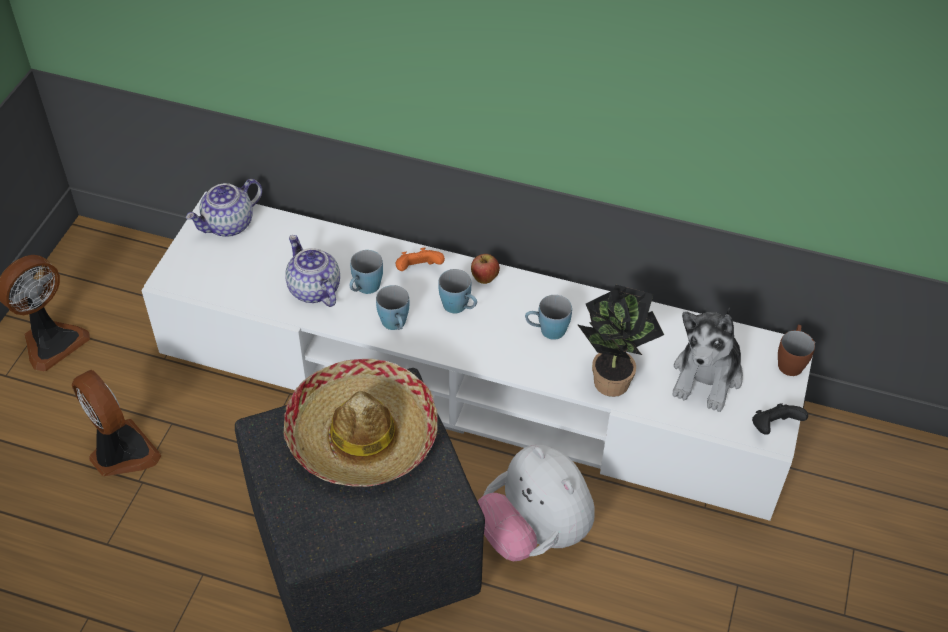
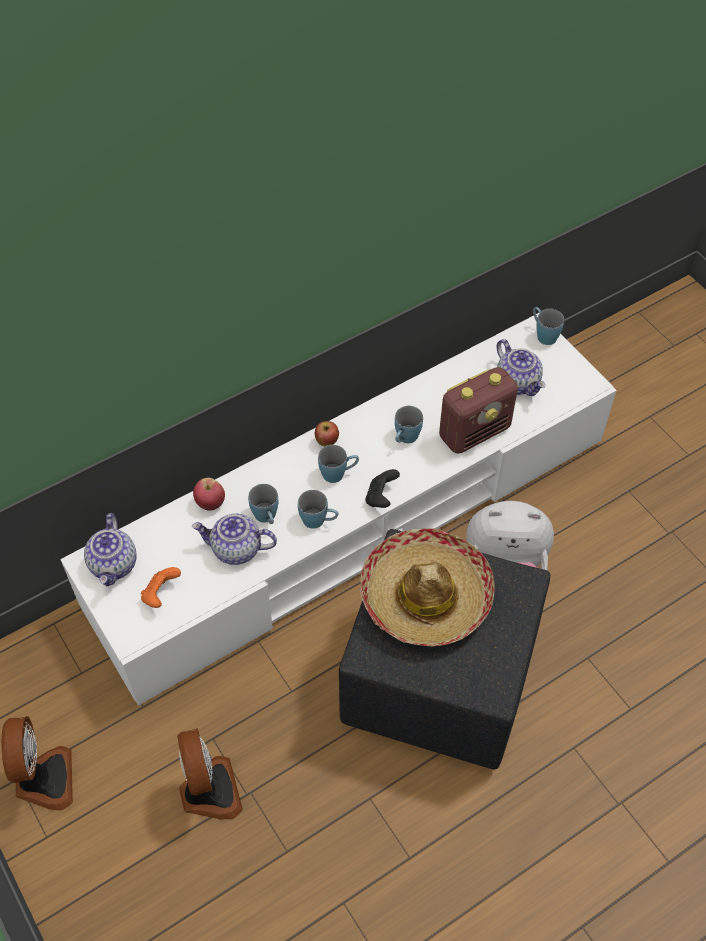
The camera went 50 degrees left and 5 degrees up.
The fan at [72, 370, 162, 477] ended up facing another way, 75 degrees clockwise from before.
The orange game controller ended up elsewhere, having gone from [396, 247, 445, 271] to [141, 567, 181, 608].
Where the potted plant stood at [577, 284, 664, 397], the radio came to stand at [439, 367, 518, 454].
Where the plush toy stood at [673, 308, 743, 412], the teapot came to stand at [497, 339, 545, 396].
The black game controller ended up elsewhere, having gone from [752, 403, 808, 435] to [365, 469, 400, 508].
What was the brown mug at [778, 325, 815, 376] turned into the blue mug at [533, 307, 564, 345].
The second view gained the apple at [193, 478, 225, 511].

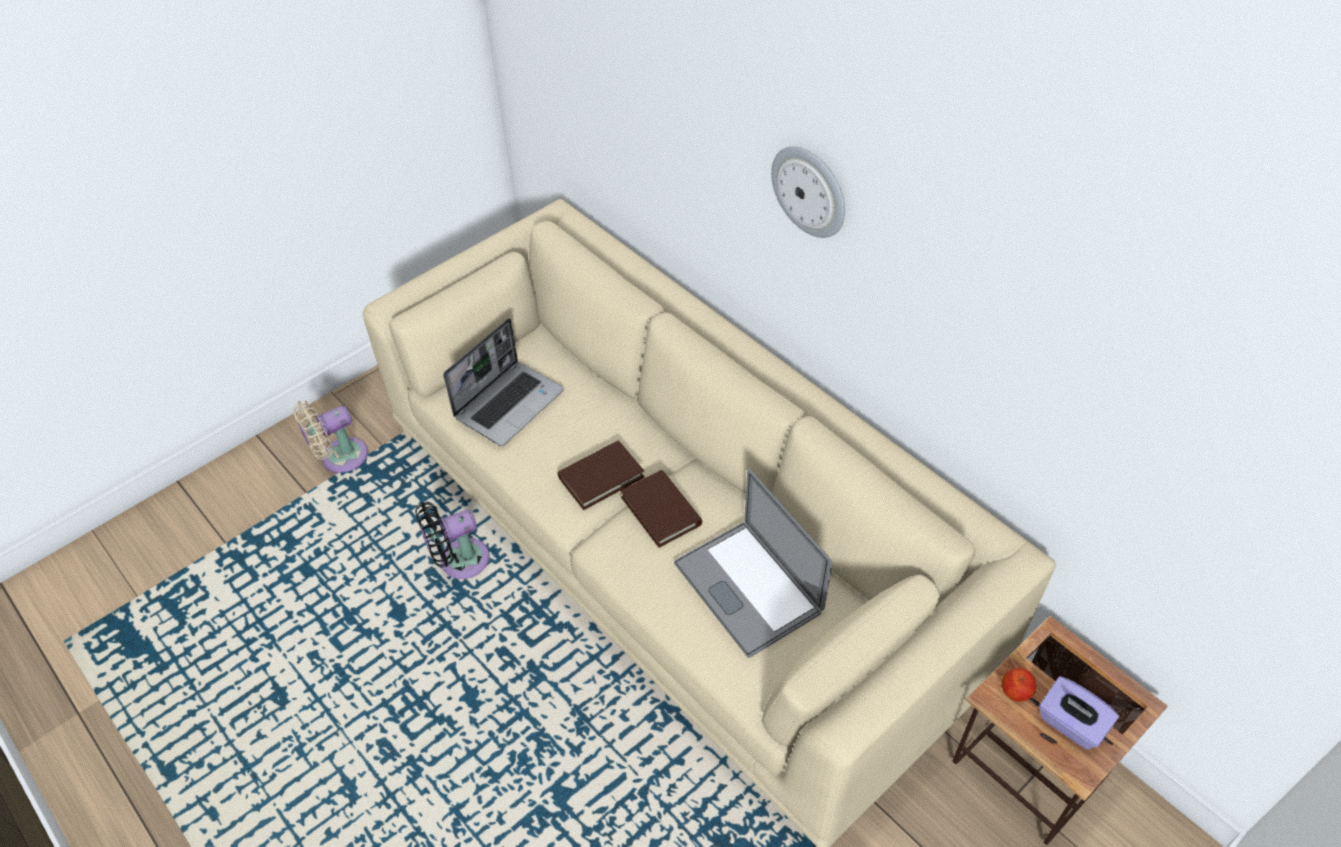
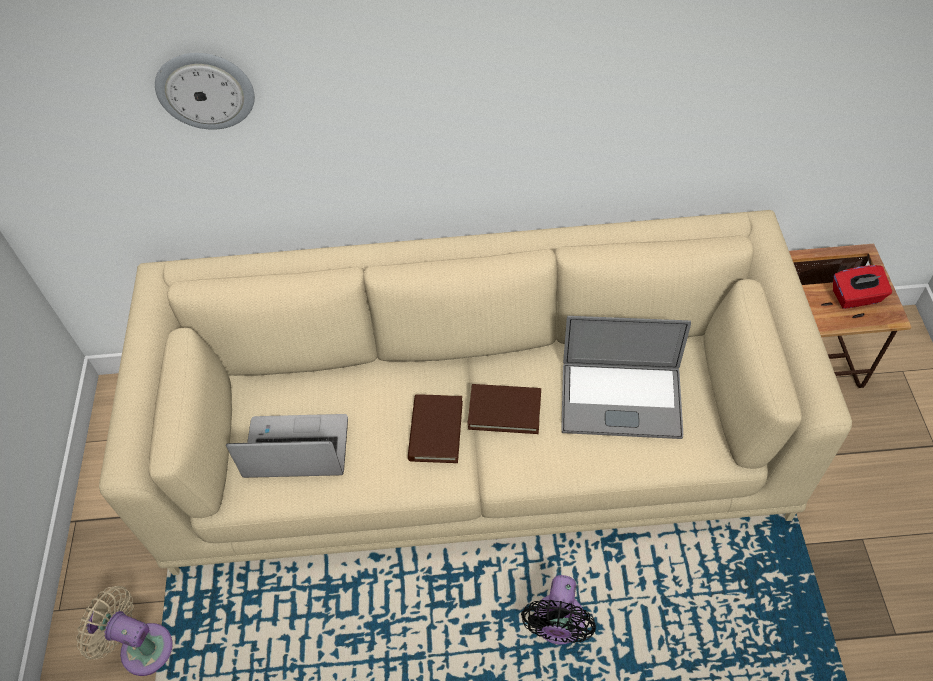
The camera went 50 degrees left and 5 degrees up.
The beige fan at [293, 401, 369, 473] ended up facing another way, 105 degrees clockwise from before.
The black fan ended up elsewhere, having gone from [415, 502, 490, 579] to [521, 575, 596, 645].
The laptop at [443, 318, 564, 446] ended up facing another way, 75 degrees counterclockwise from before.
The wall clock ended up elsewhere, having gone from [771, 146, 845, 238] to [155, 53, 255, 130].
The second view lost the apple at [1002, 668, 1036, 701].
What was the purple tissue box at [1039, 676, 1119, 750] turned into the red tissue box at [833, 265, 892, 309].

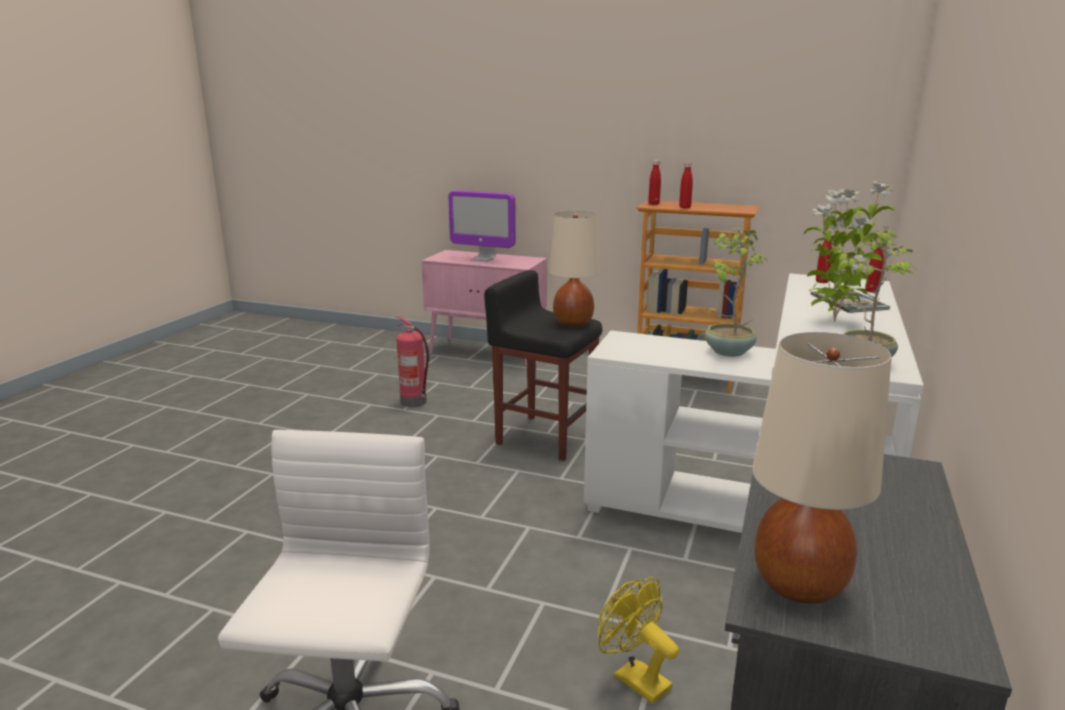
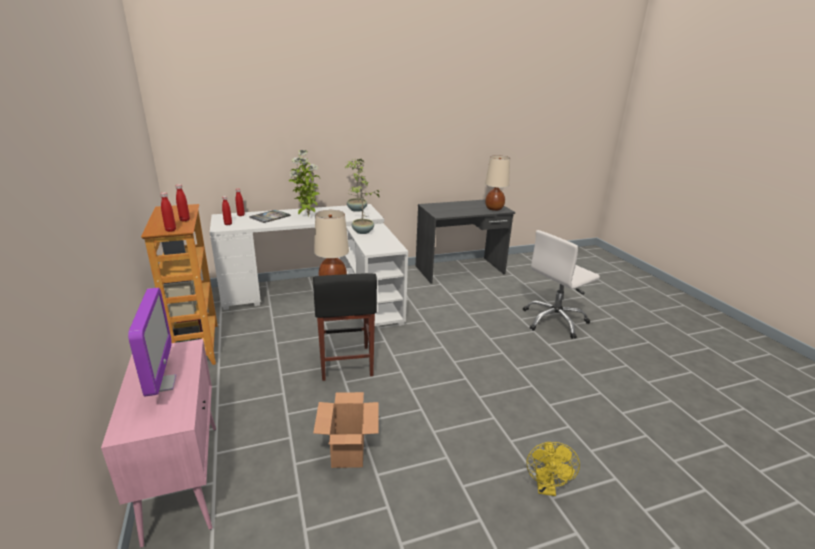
The camera went 130 degrees left and 5 degrees up.
Where the fire extinguisher stood at [395, 316, 429, 407], the cardboard box came to stand at [313, 392, 379, 468].
The yellow fan ended up elsewhere, having gone from [598, 577, 679, 704] to [527, 442, 580, 496].

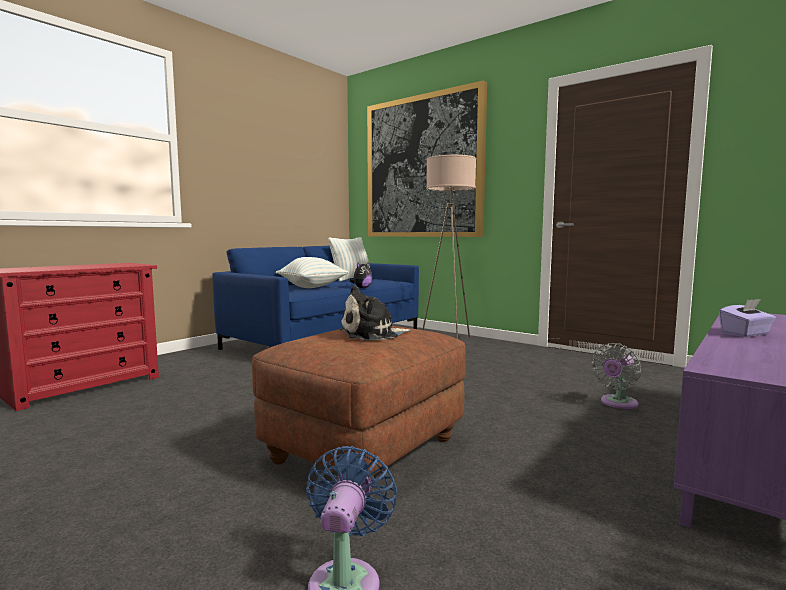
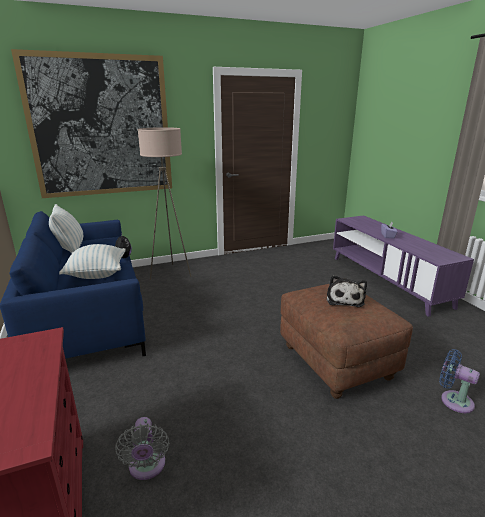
The camera went 60 degrees left and 15 degrees up.
The grey fan ended up elsewhere, having gone from [591, 343, 641, 409] to [115, 417, 169, 480].

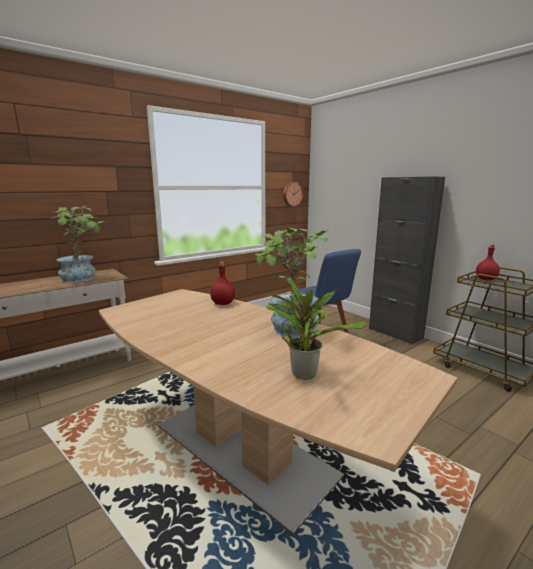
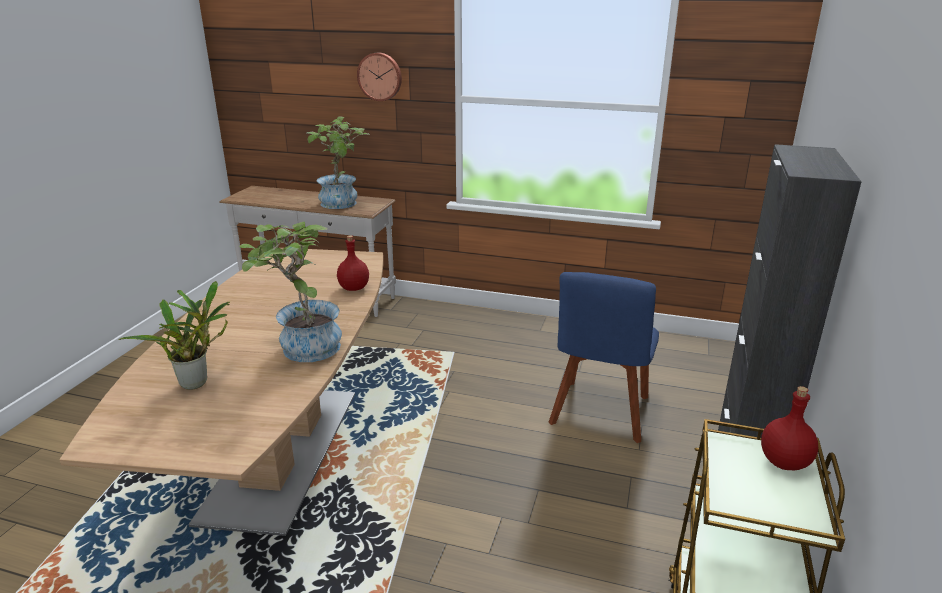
The camera went 55 degrees right and 10 degrees up.
The wall clock ended up elsewhere, having gone from [283, 181, 304, 207] to [357, 53, 402, 101].

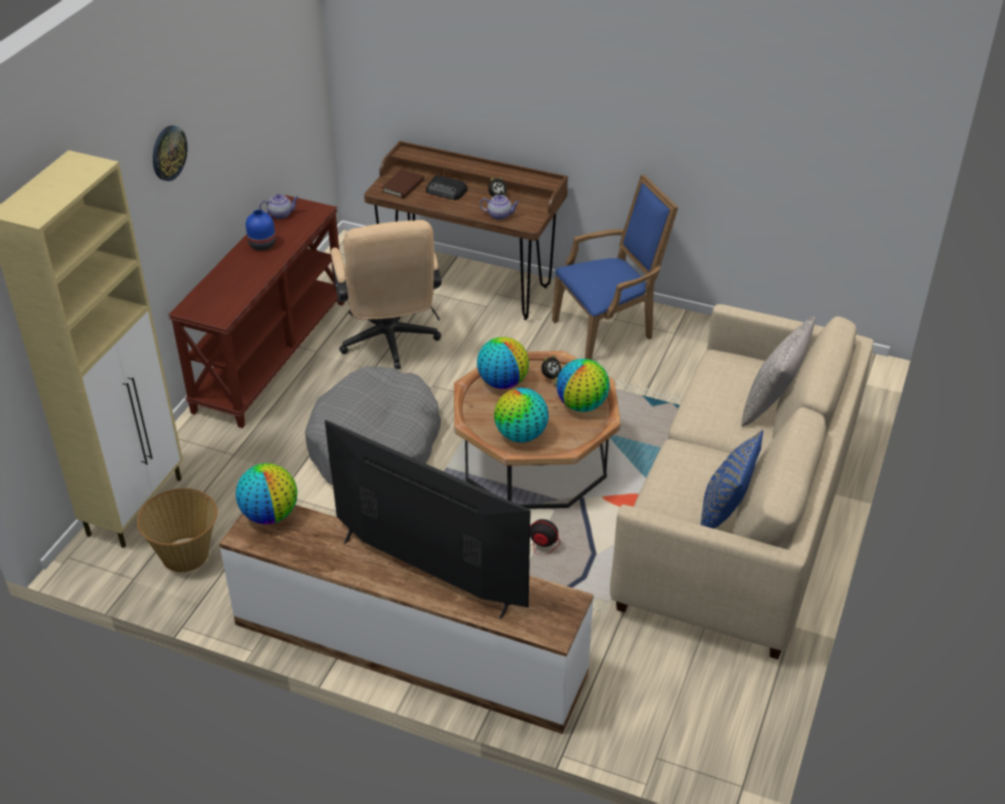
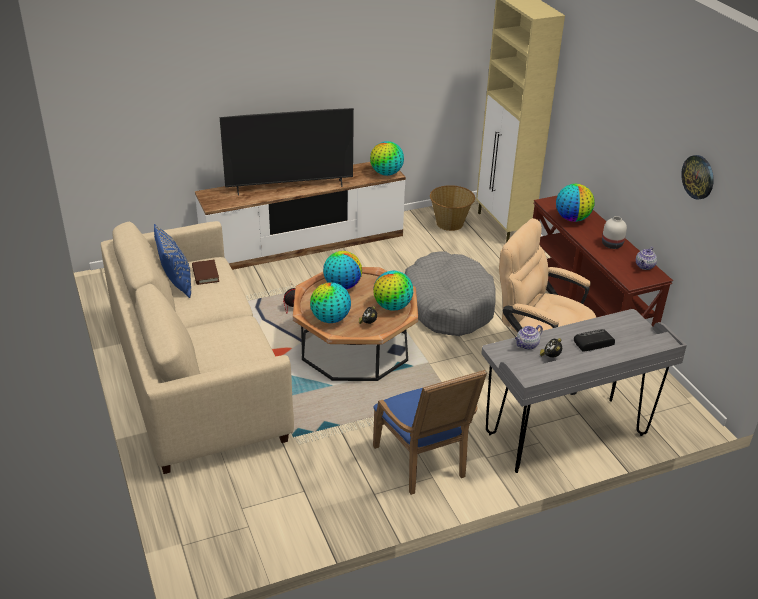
The camera went 135 degrees right and 5 degrees down.
The wall clock ended up elsewhere, having gone from [153, 126, 187, 181] to [681, 155, 714, 200].
What was the blue vase at [246, 210, 276, 251] turned into the white vase at [602, 216, 627, 249].
What was the brown desk at [364, 141, 568, 320] turned into the grey desk at [481, 309, 687, 473].
The brown book ended up elsewhere, having gone from [381, 169, 424, 199] to [192, 260, 219, 285].
The blue armchair at [552, 175, 678, 360] ended up facing another way, 45 degrees counterclockwise from before.
The second view lost the grey pillow at [741, 316, 816, 427].
The second view gained the globe at [556, 184, 595, 222].

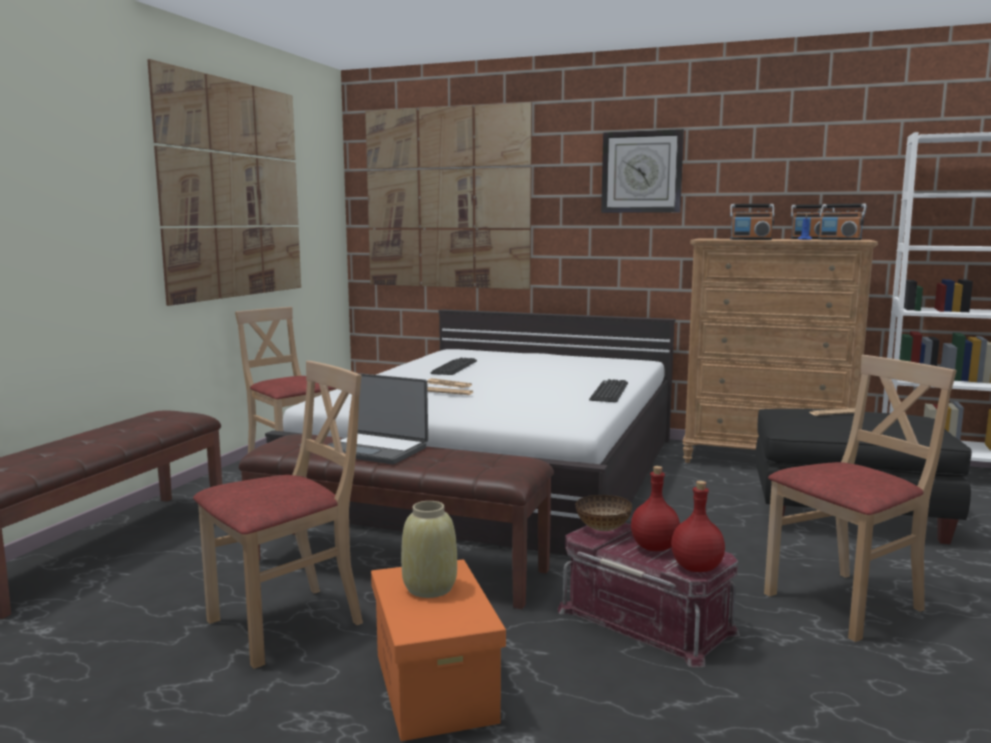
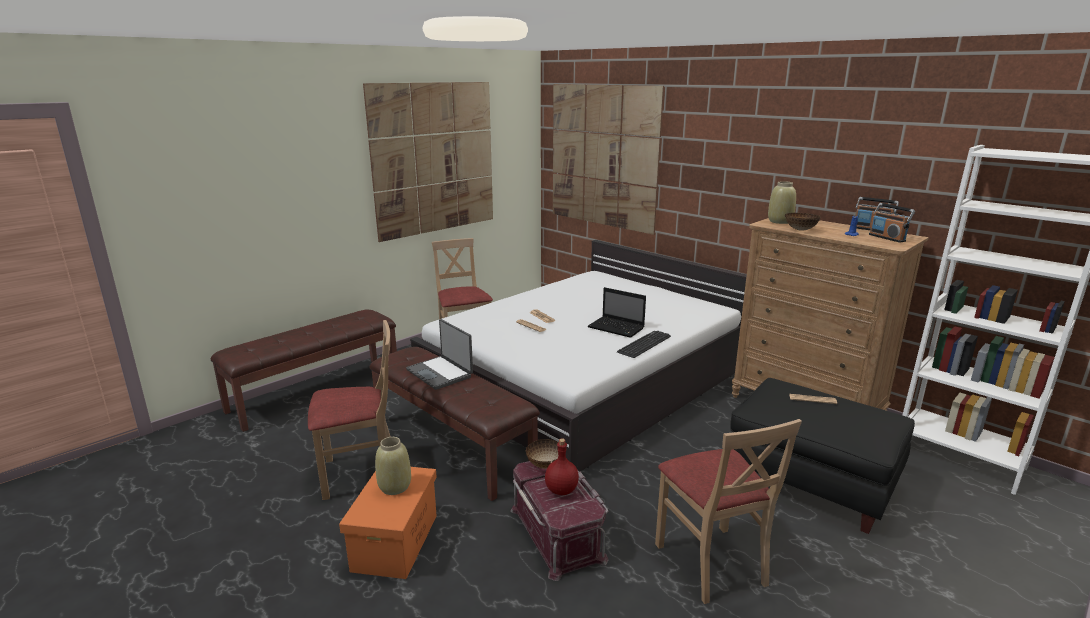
The camera went 25 degrees right and 10 degrees up.
The second view lost the keyboard at [431, 358, 477, 375].
The second view lost the wall clock at [601, 129, 684, 213].
The second view lost the red bottle at [671, 481, 725, 572].
Where the radio stood at [730, 204, 775, 240], the bowl came to stand at [785, 213, 820, 231].
The beige chair at [764, 355, 957, 642] ended up facing another way, 75 degrees clockwise from before.
The second view gained the laptop at [588, 287, 646, 338].
The second view gained the beige vase at [768, 181, 796, 224].

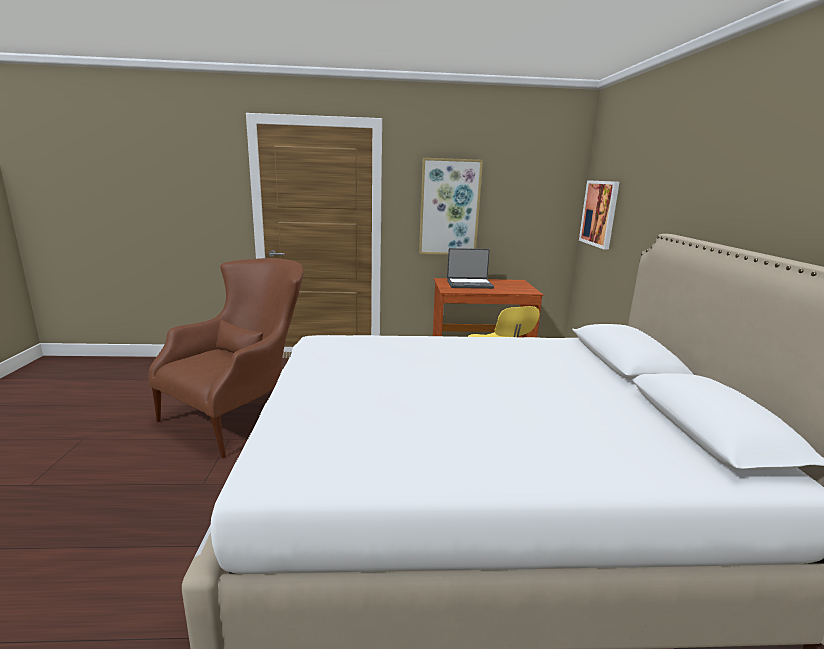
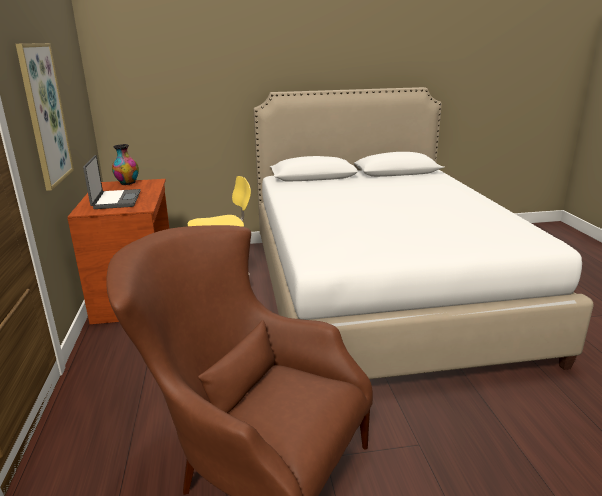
The camera went 95 degrees left and 5 degrees up.
The second view lost the picture at [579, 180, 619, 250].
The second view gained the vase at [112, 144, 139, 185].

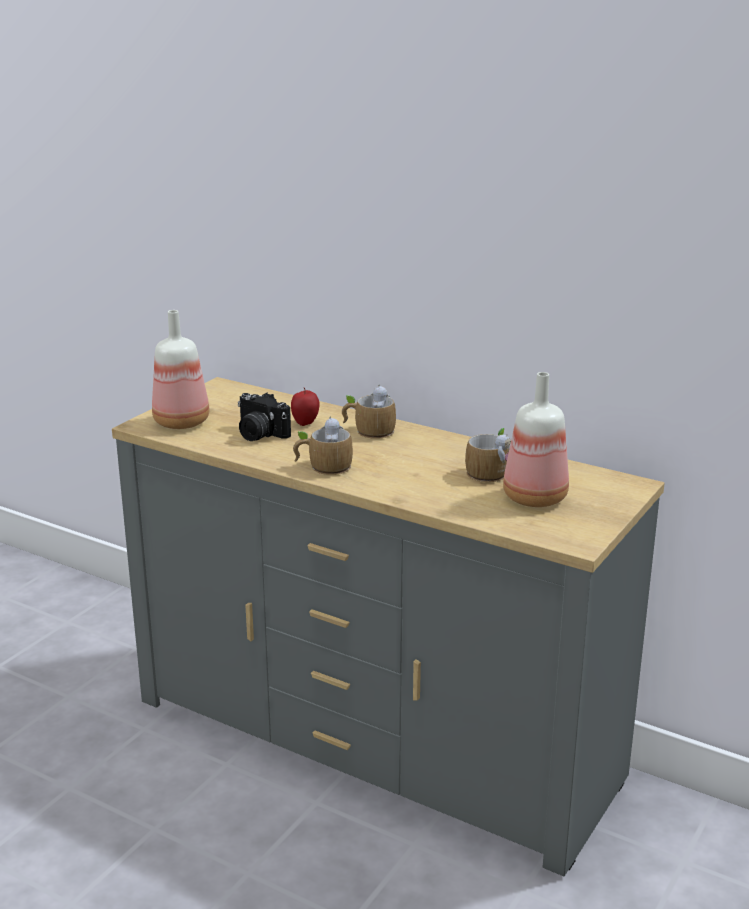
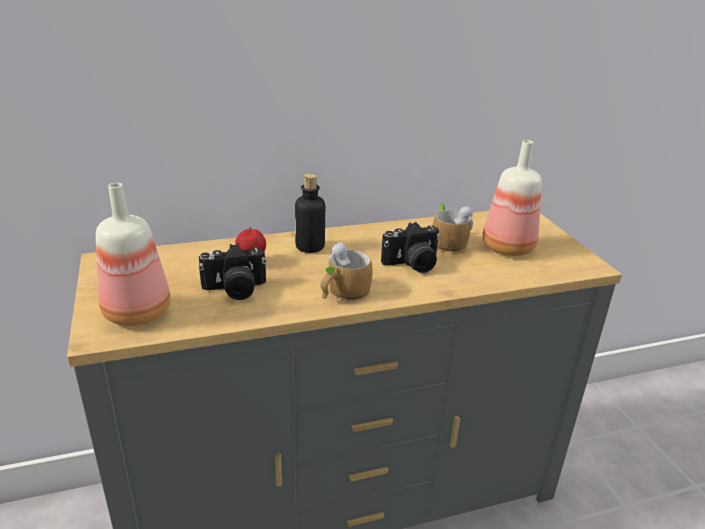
The camera went 50 degrees left and 5 degrees up.
Where the mug stood at [342, 385, 396, 439], the bottle came to stand at [295, 174, 325, 253].
The second view gained the photo camera at [381, 222, 440, 273].

